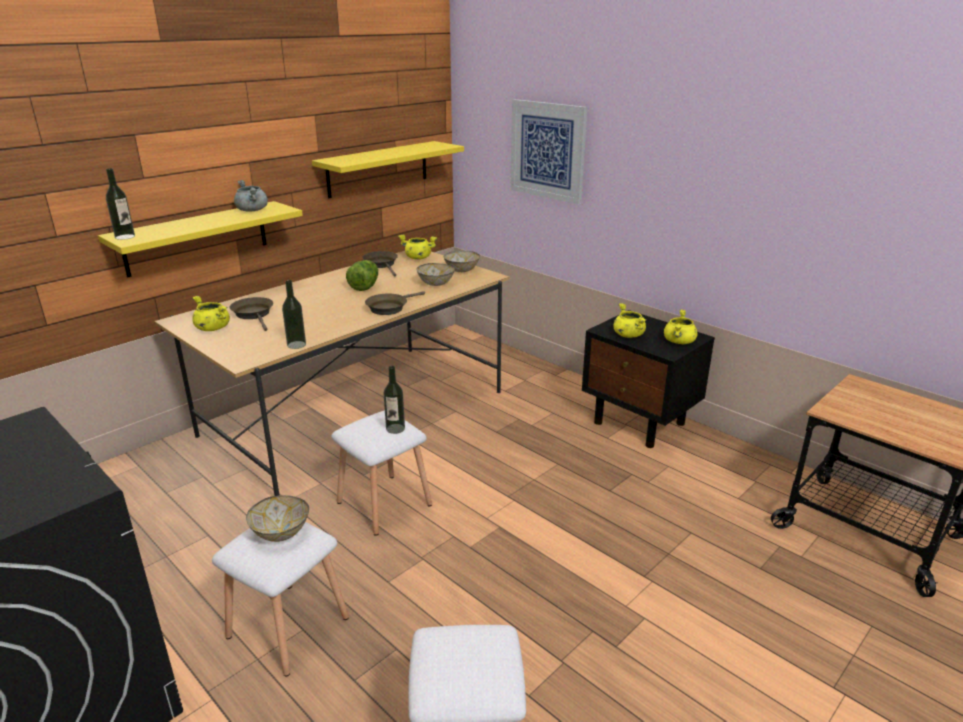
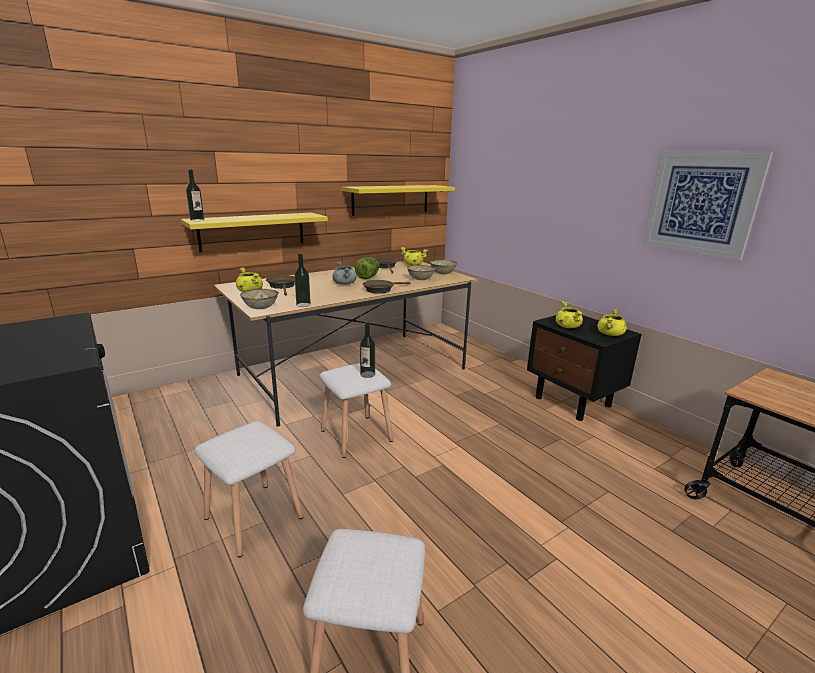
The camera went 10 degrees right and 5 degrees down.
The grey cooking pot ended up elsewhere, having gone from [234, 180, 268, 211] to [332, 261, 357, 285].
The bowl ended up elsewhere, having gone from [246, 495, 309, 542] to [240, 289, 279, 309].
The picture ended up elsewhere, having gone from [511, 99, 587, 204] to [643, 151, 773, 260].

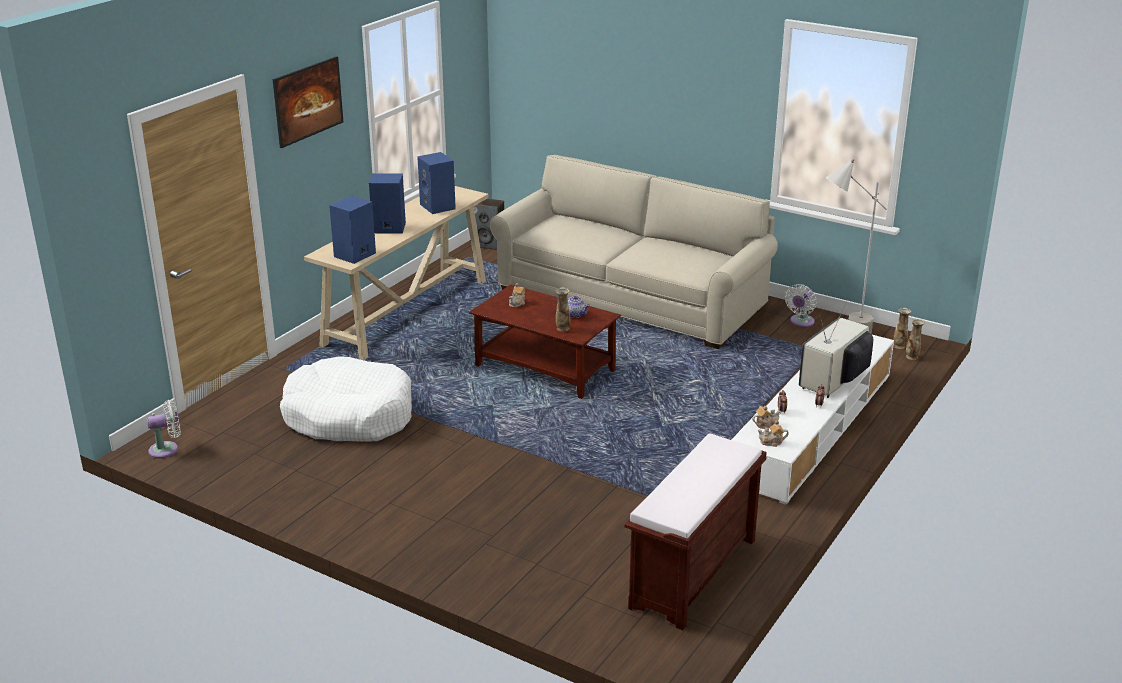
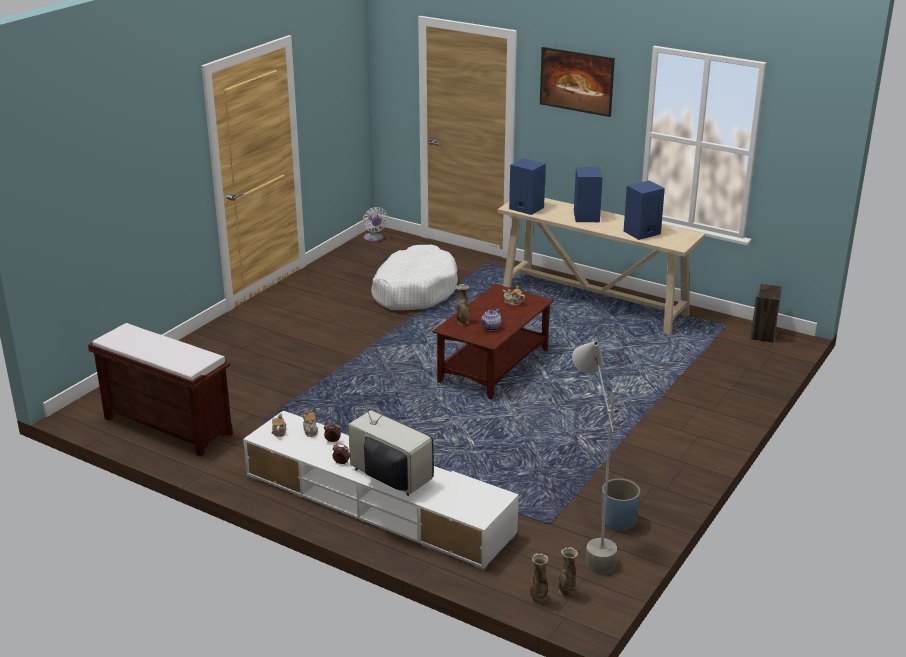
The camera went 90 degrees right and 0 degrees up.
The second view lost the beige sofa at [490, 155, 778, 349].
Where the white fan stood at [785, 284, 817, 327], the blue planter came to stand at [601, 479, 640, 531].

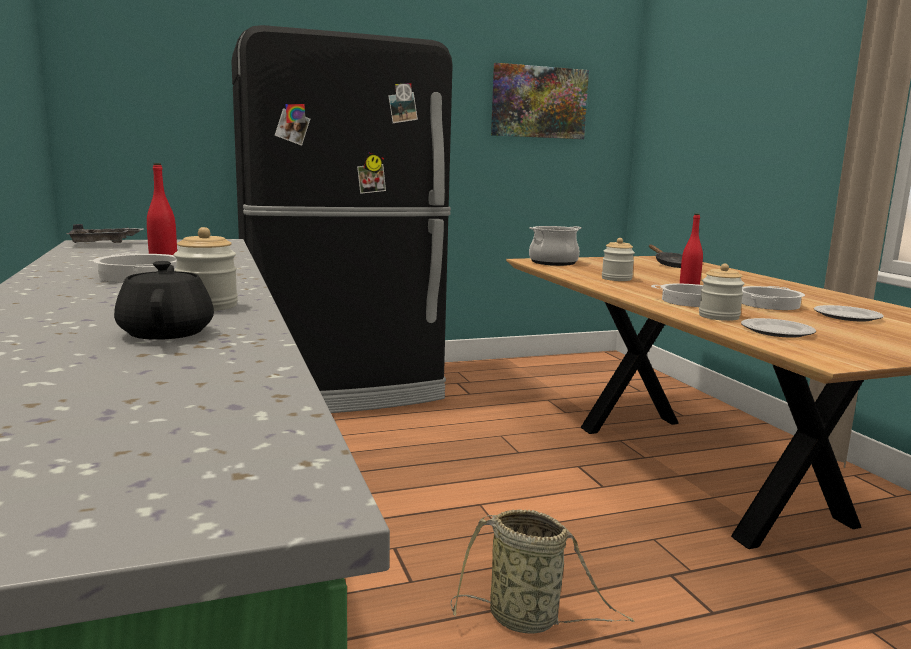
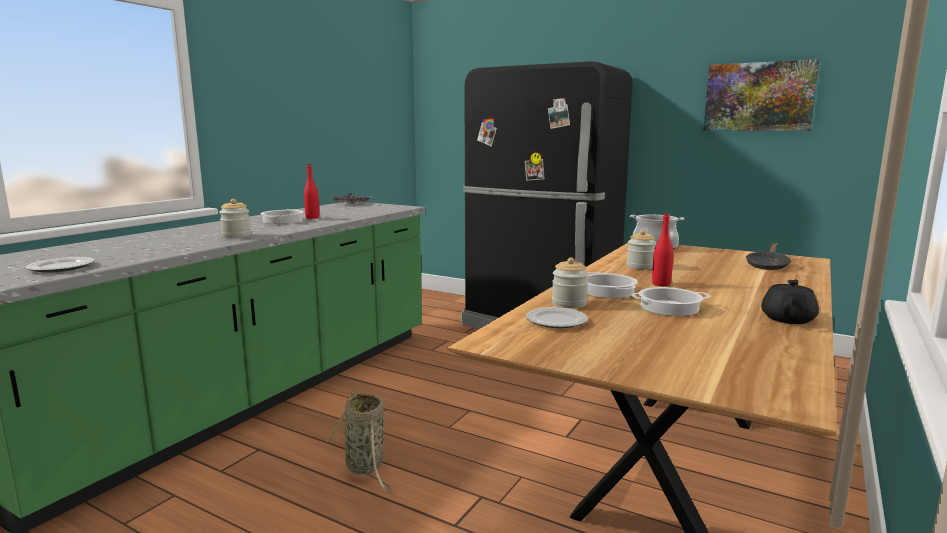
The camera went 50 degrees right and 0 degrees up.
The black teapot ended up elsewhere, having gone from [114, 261, 214, 340] to [761, 280, 819, 324].
The plate ended up elsewhere, having gone from [814, 305, 884, 321] to [25, 257, 95, 273].

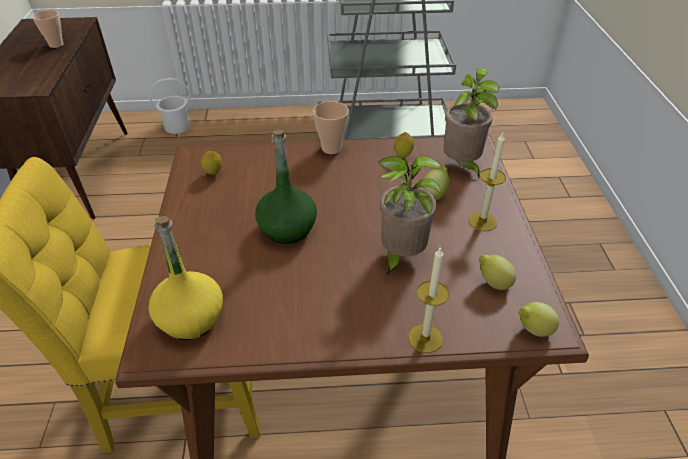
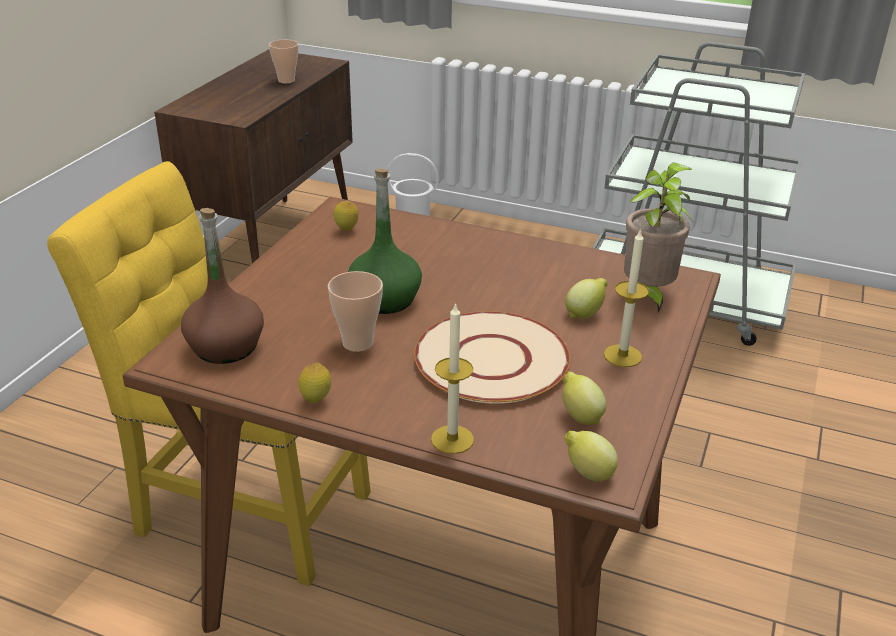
The camera went 25 degrees right and 10 degrees down.
What was the yellow bottle at [148, 216, 223, 340] turned into the brown bottle at [181, 208, 264, 364].
The cup ended up elsewhere, having gone from [313, 101, 349, 154] to [328, 271, 383, 352].
Where the potted plant stood at [378, 156, 442, 275], the beige plate came to stand at [414, 311, 570, 404].
The lemon ended up elsewhere, having gone from [394, 132, 414, 158] to [298, 362, 331, 403].

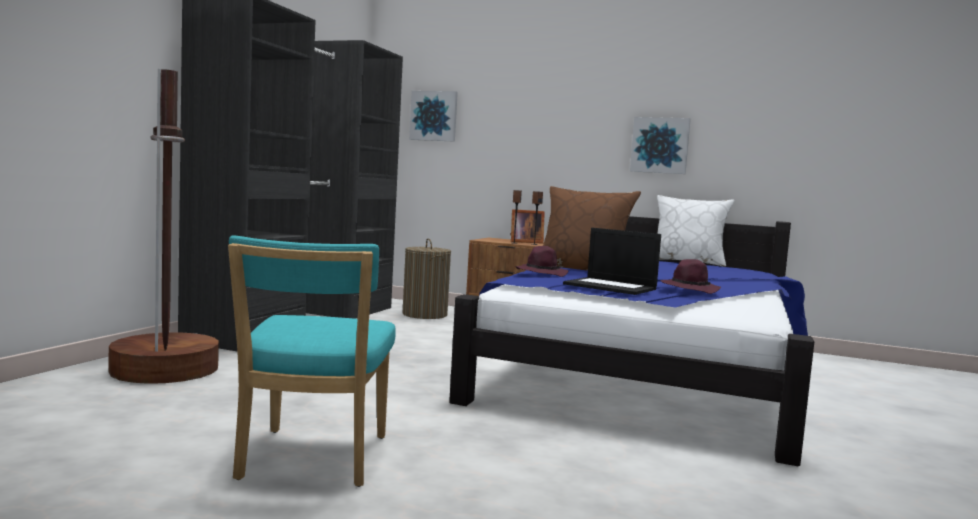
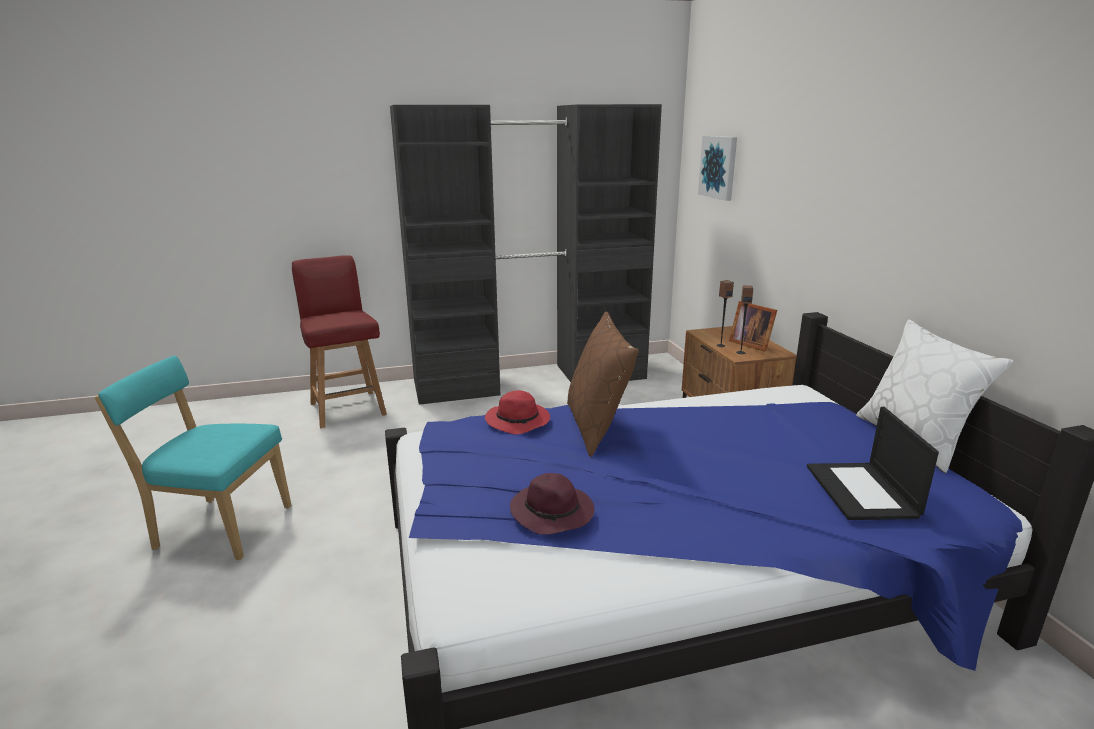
The camera went 55 degrees right and 15 degrees up.
Where the brown floor lamp stood at [109, 69, 219, 384], the red chair came to stand at [292, 255, 387, 428].
The turquoise chair at [228, 235, 396, 487] ended up facing another way, 45 degrees clockwise from before.
The second view lost the laundry basket at [403, 238, 451, 319].
What was the purple hat at [515, 246, 569, 277] turned into the red hat at [485, 390, 550, 434].
The laptop ended up elsewhere, having gone from [563, 228, 661, 295] to [807, 407, 939, 520].
The second view lost the picture at [630, 117, 691, 174].

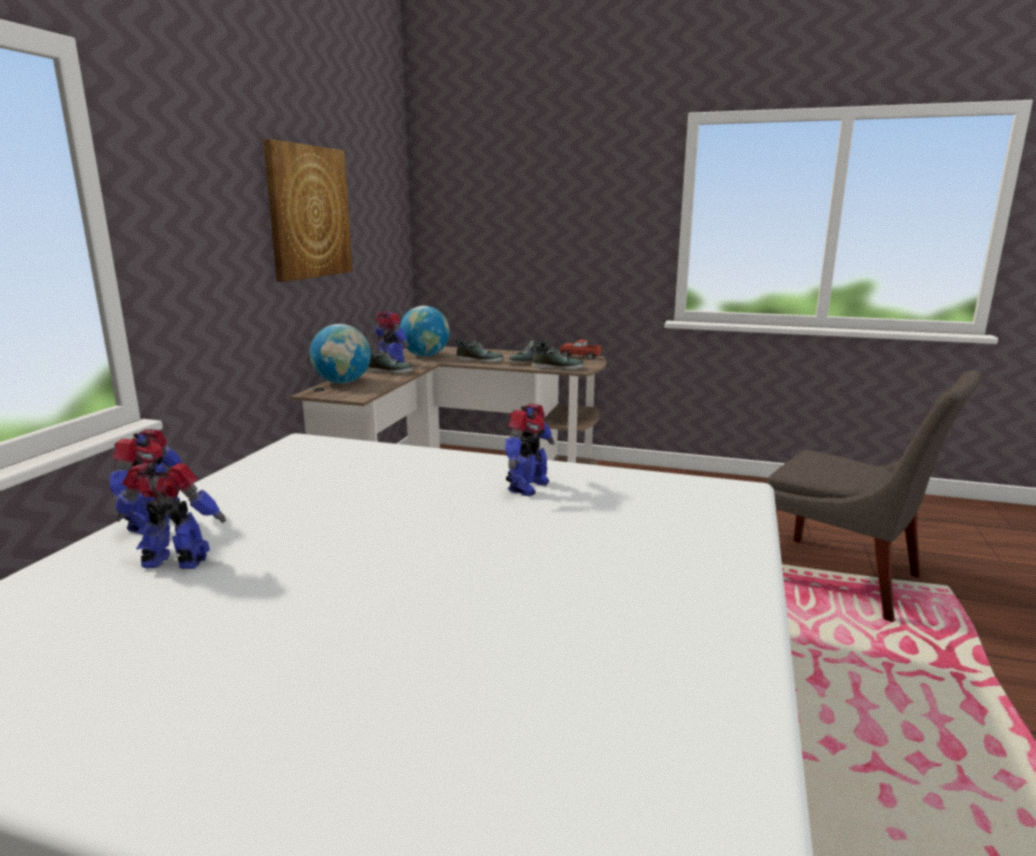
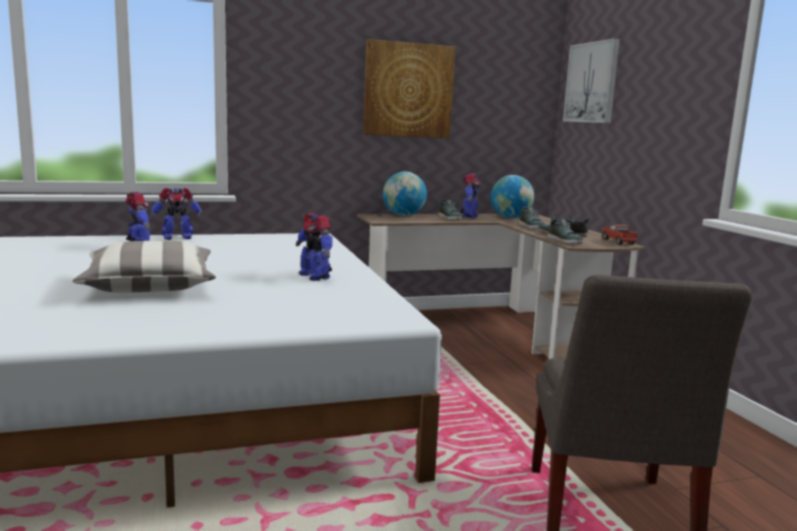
The camera went 55 degrees right and 5 degrees down.
The toy robot at [505, 404, 555, 496] ended up facing another way, 60 degrees clockwise from before.
The second view gained the pillow at [72, 241, 216, 293].
The second view gained the picture at [563, 38, 620, 123].

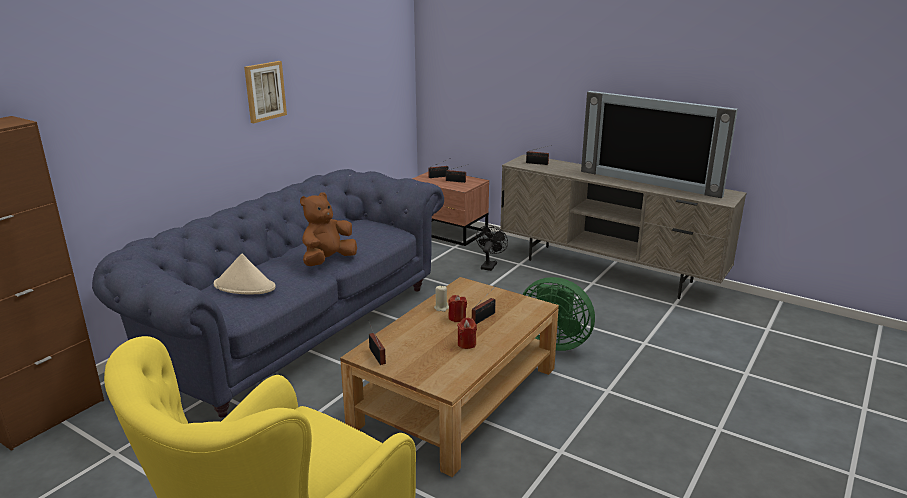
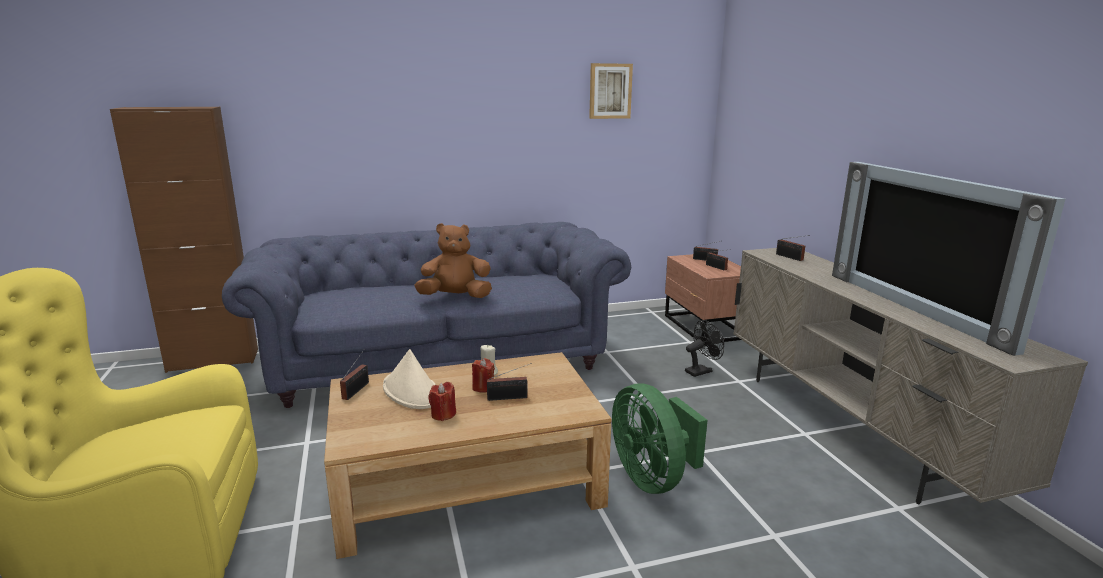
The camera went 40 degrees right and 5 degrees down.
The beige hat ended up elsewhere, having gone from [214, 253, 276, 294] to [383, 349, 436, 409].
The picture ended up elsewhere, having gone from [244, 61, 287, 123] to [589, 63, 633, 119].

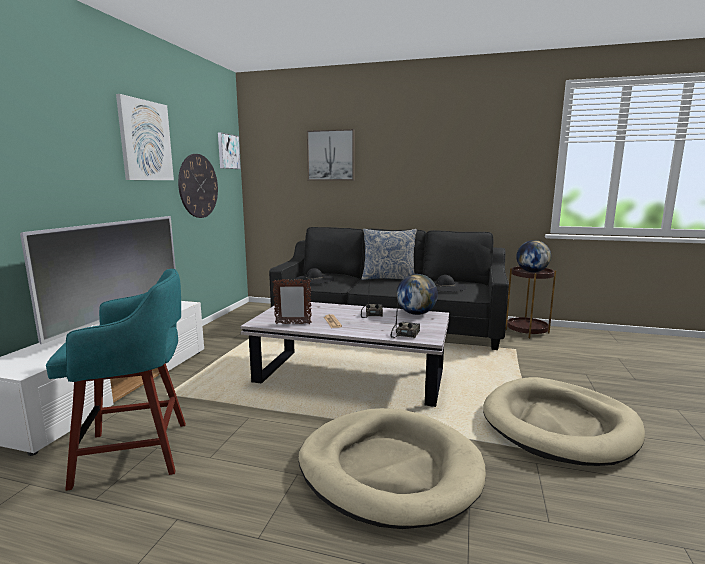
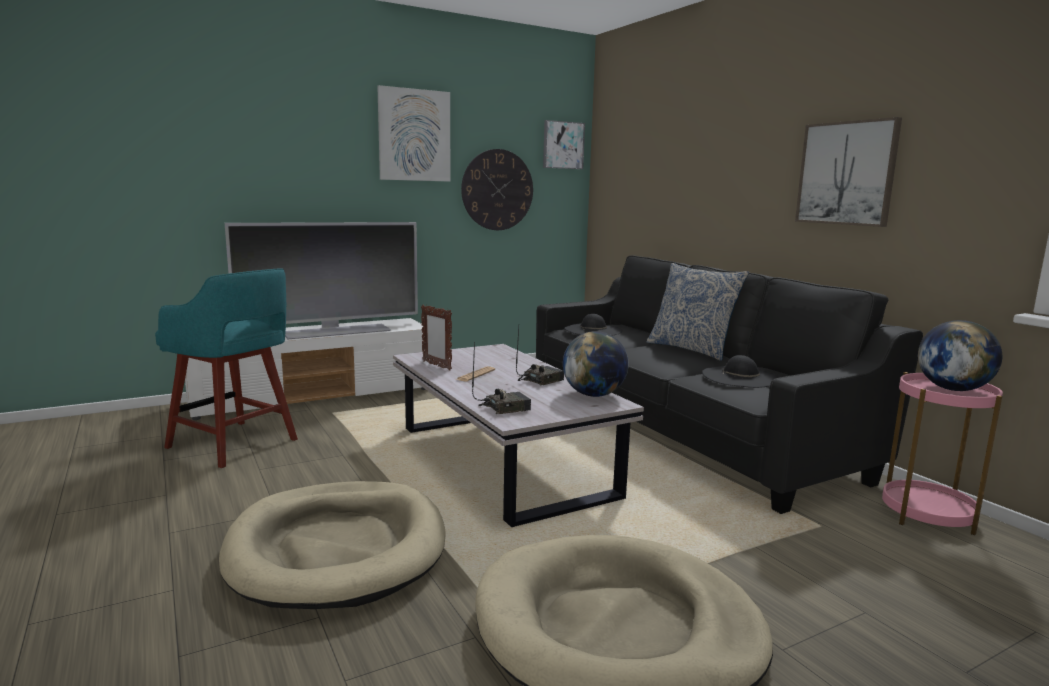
The camera went 45 degrees right and 0 degrees up.
The picture ended up elsewhere, having gone from [307, 129, 354, 180] to [795, 117, 902, 227].
What was the brown side table at [505, 266, 556, 338] turned into the pink side table at [882, 372, 1003, 535].

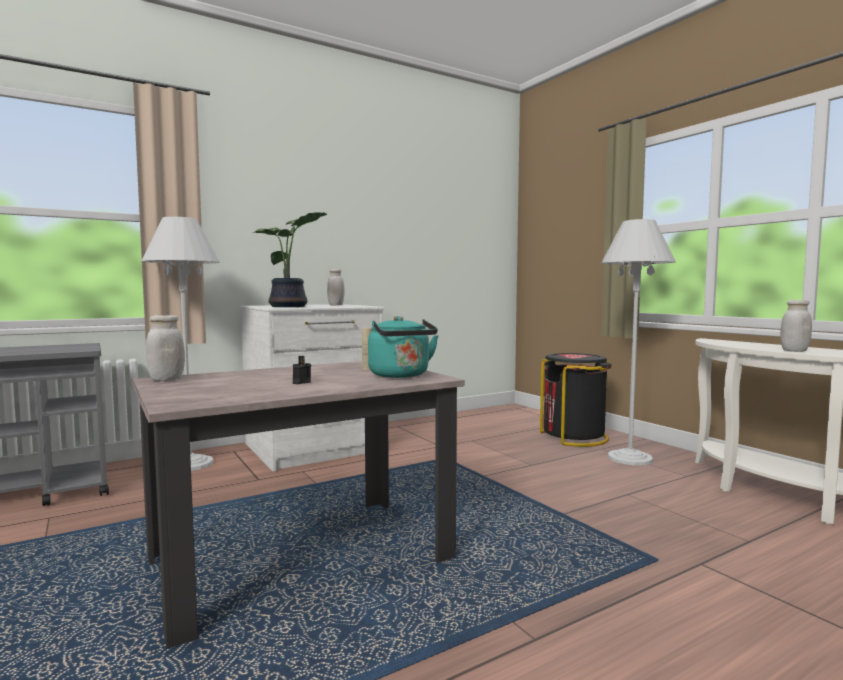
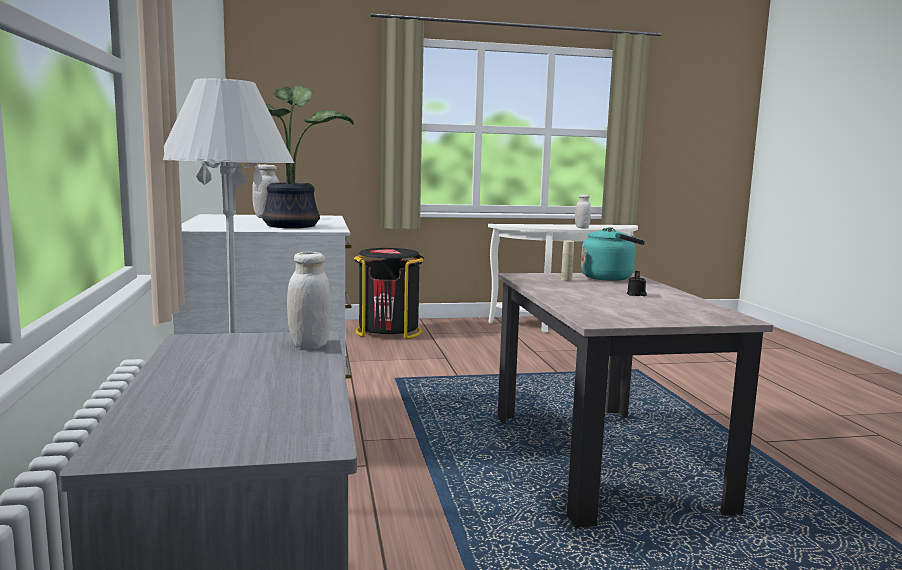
The camera went 70 degrees left and 5 degrees up.
The white jar ended up elsewhere, having gone from [146, 315, 185, 381] to [287, 252, 331, 348].
The second view lost the white floor lamp at [601, 219, 676, 466].

